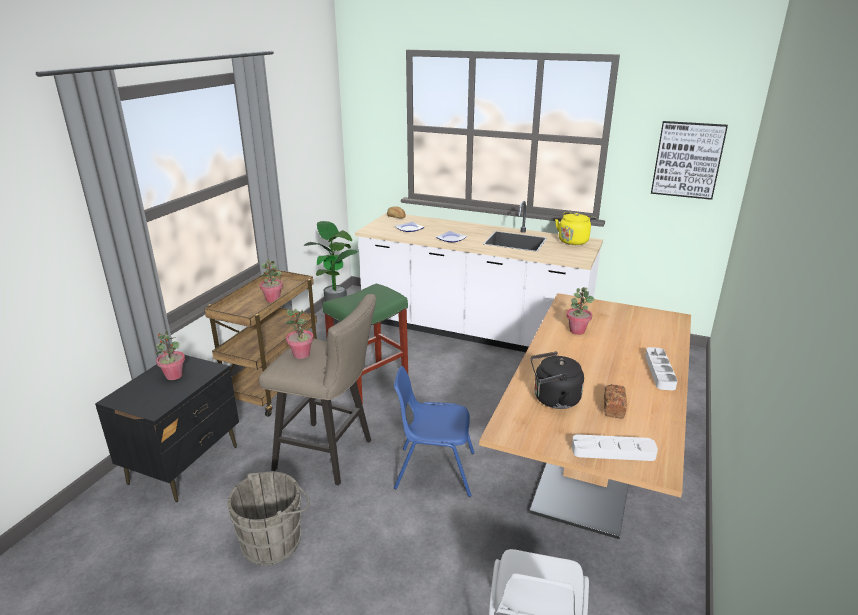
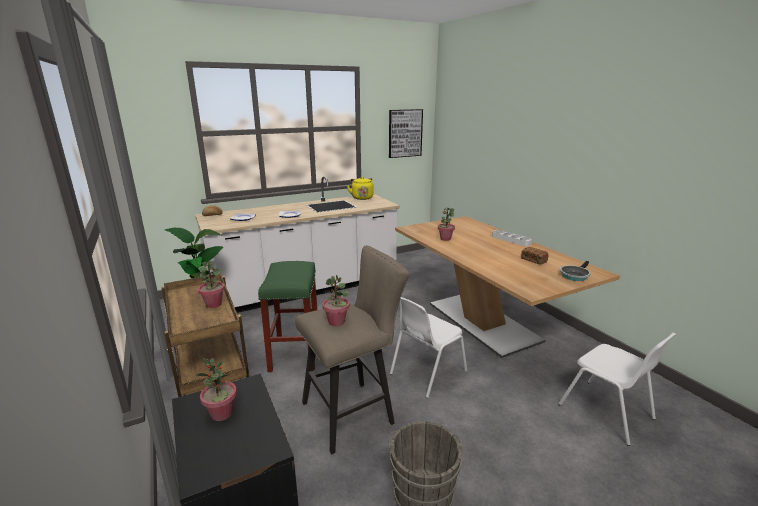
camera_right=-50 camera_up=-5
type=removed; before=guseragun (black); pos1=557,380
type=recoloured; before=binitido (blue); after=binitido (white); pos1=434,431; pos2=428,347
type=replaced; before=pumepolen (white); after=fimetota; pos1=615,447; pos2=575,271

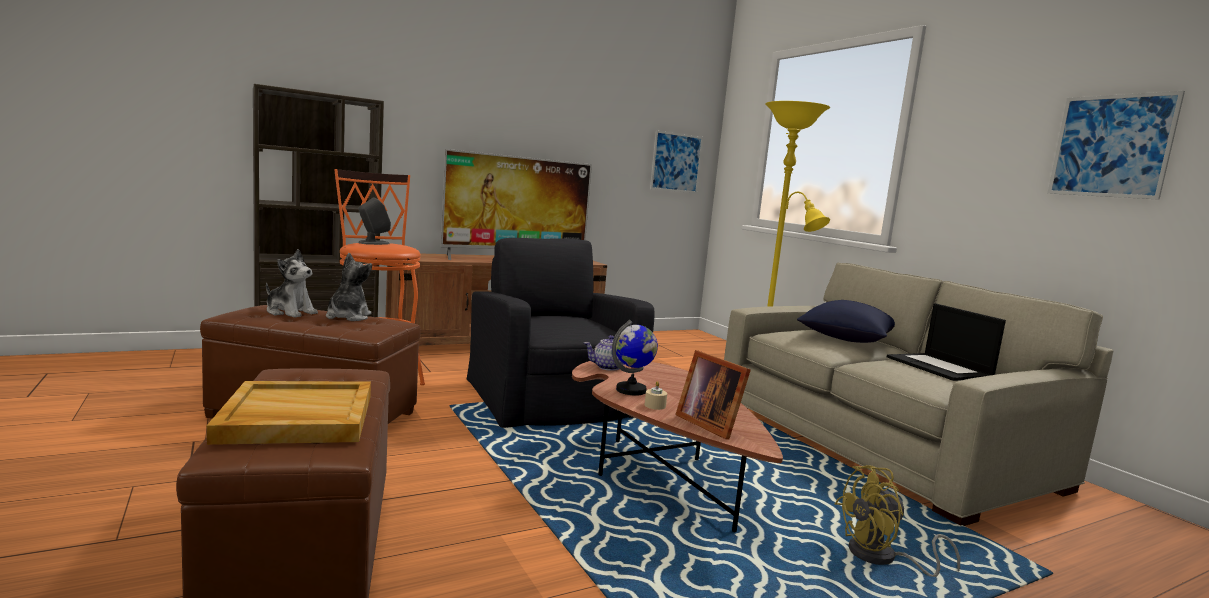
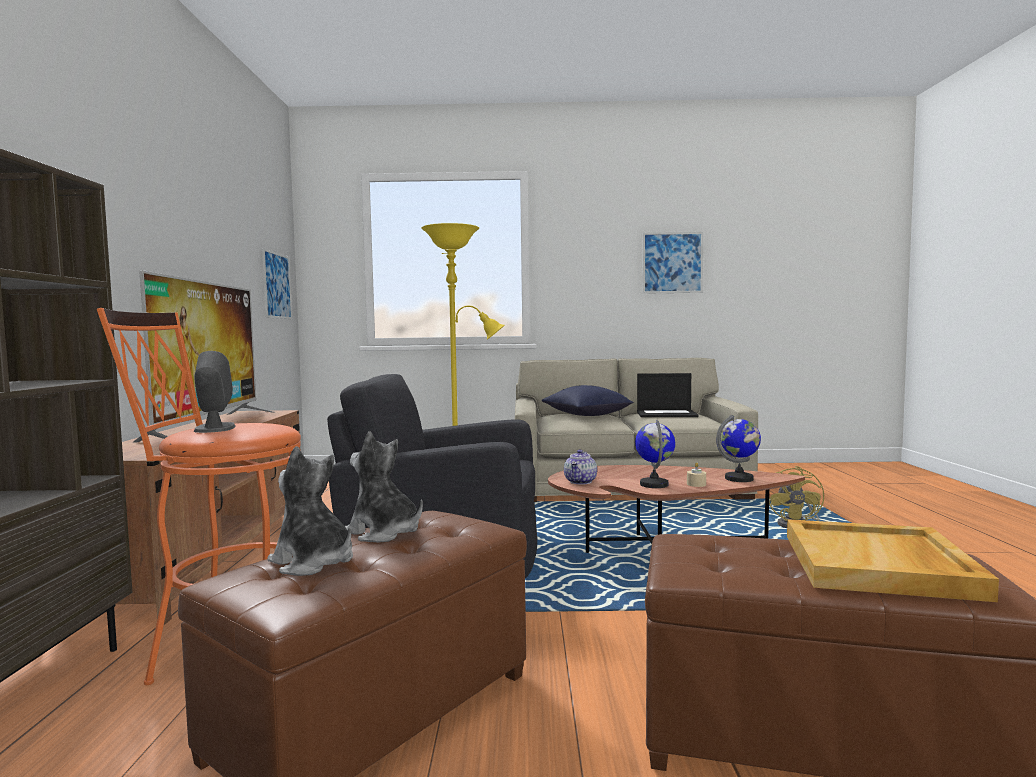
camera_right=-60 camera_up=-5
type=turned; before=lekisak; pos1=292,283; pos2=310,511; turn=-105
type=replaced; before=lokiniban; after=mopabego; pos1=713,395; pos2=738,448

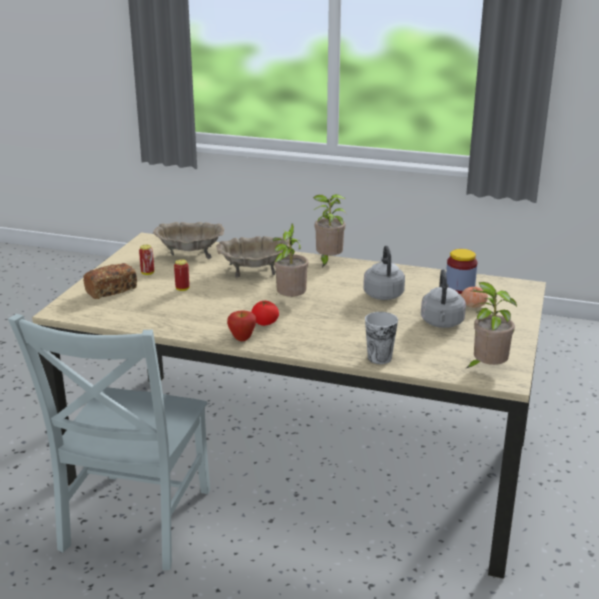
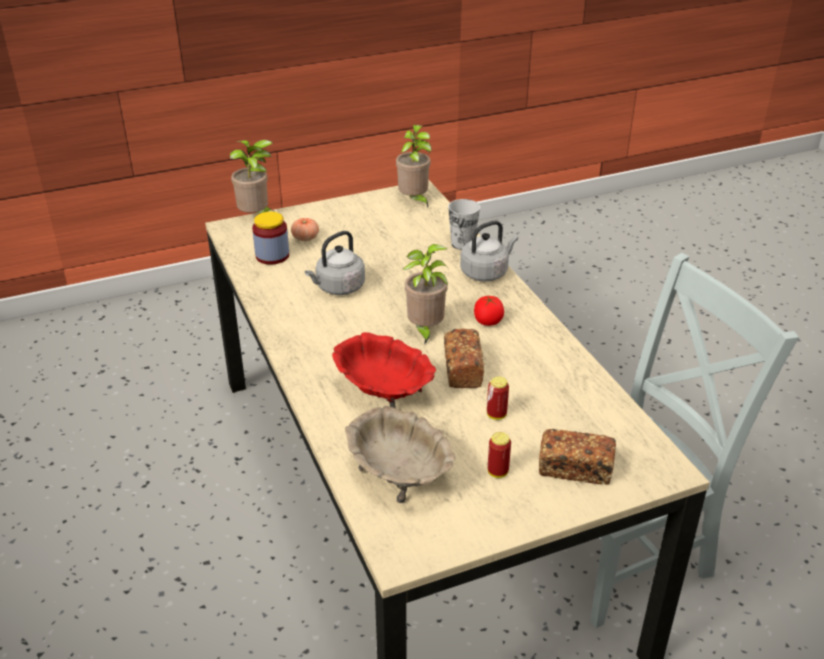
camera_right=-130 camera_up=10
type=moved; before=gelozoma; pos1=330,230; pos2=251,177
type=recoloured; before=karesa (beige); after=karesa (red); pos1=253,257; pos2=384,370
type=moved; before=guseragun (grey); pos1=443,298; pos2=489,251
type=removed; before=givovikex; pos1=241,325
type=added; after=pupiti; pos2=464,358

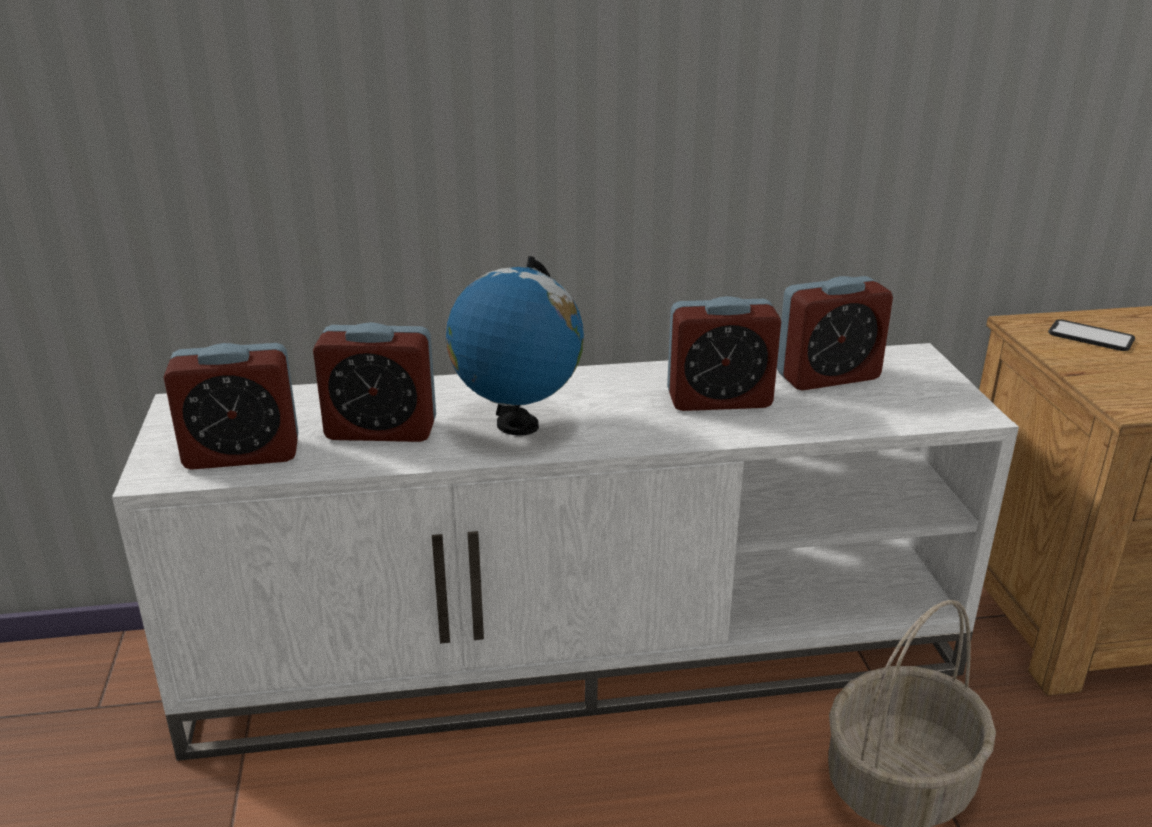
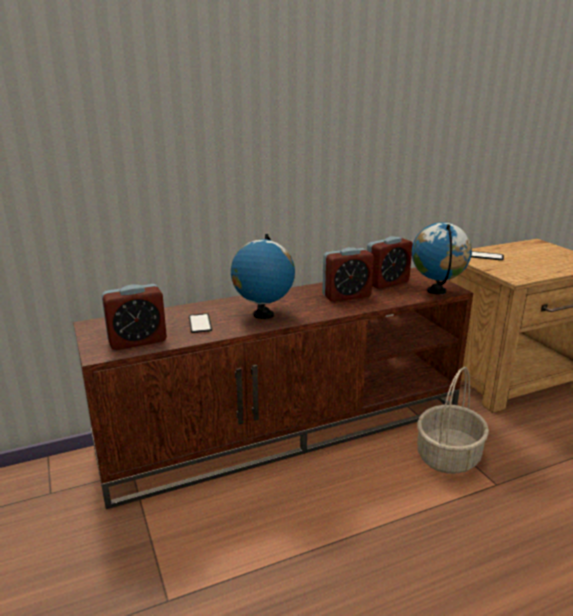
camera_right=-15 camera_up=-5
type=replaced; before=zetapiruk; after=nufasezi; pos1=374,382; pos2=200,323
type=recoloured; before=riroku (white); after=riroku (brown); pos1=565,552; pos2=273,388
type=added; after=mopabego; pos2=442,258

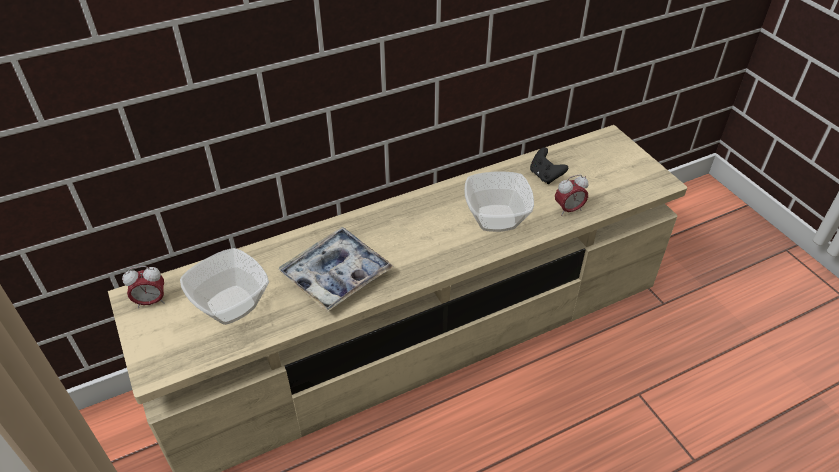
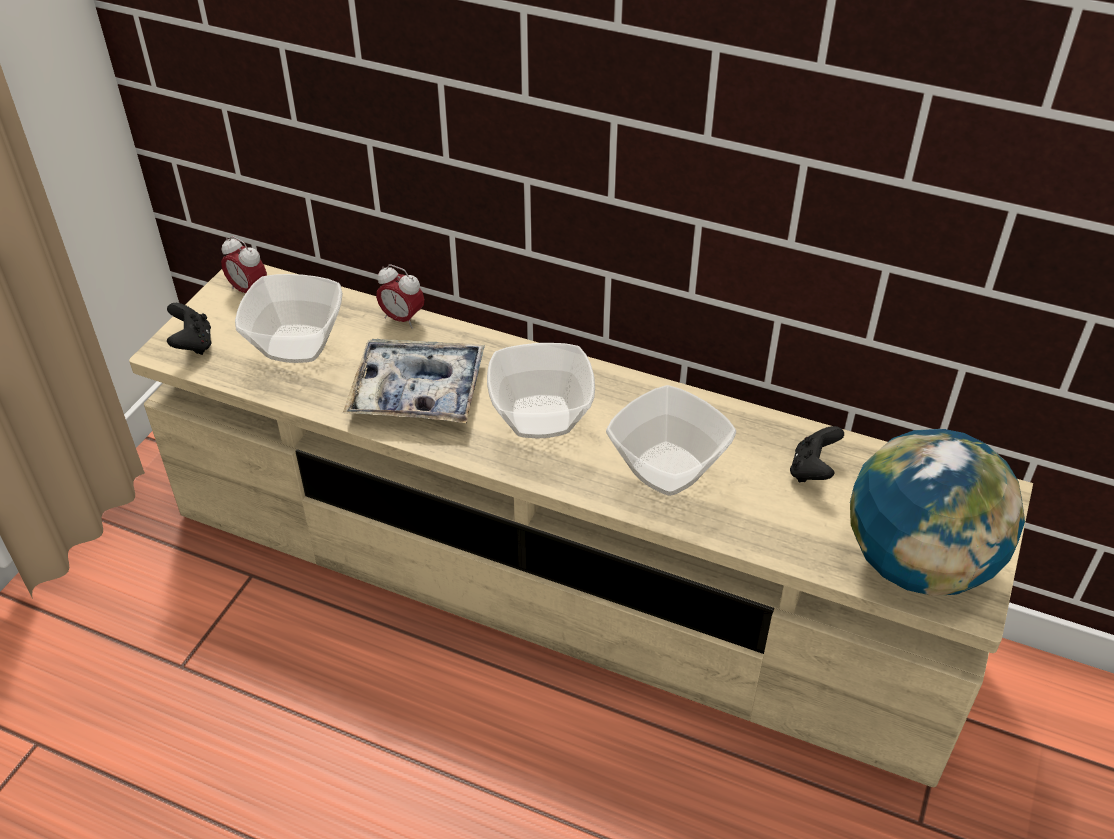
camera_right=50 camera_up=0
type=moved; before=zetapiruk; pos1=571,195; pos2=400,296
type=added; after=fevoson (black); pos2=189,329
type=added; after=karesa; pos2=541,390
type=added; after=mopabego; pos2=937,512

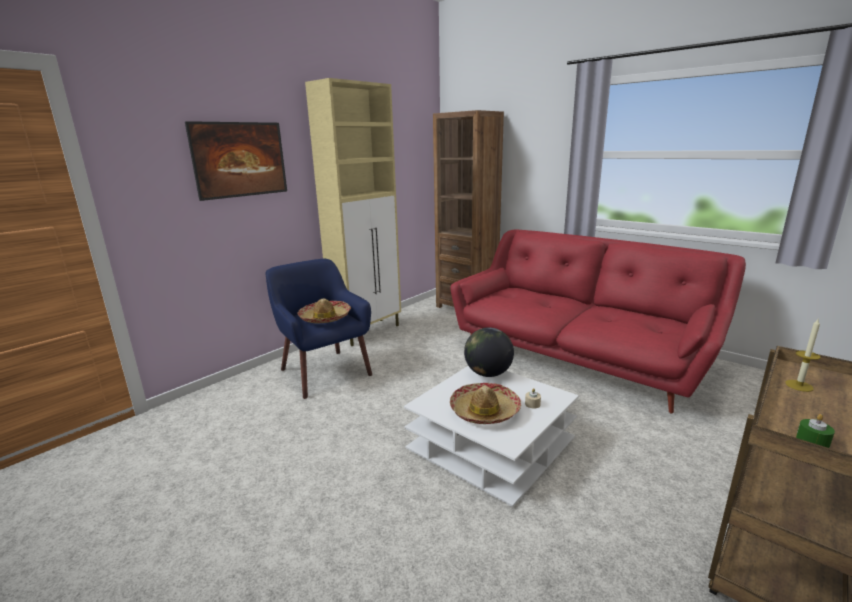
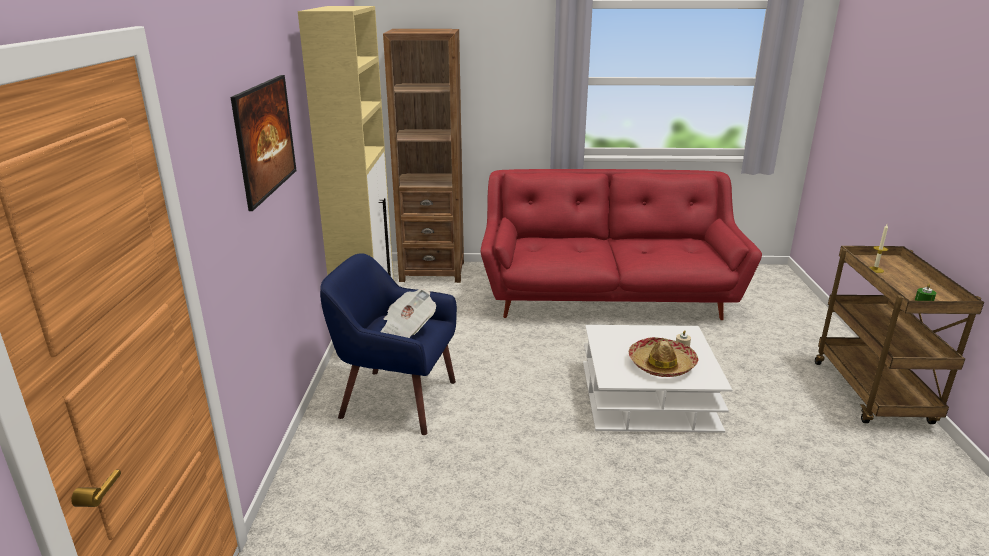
camera_right=-40 camera_up=5
type=replaced; before=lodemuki; after=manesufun; pos1=324,310; pos2=408,313
type=removed; before=mopabego; pos1=489,352

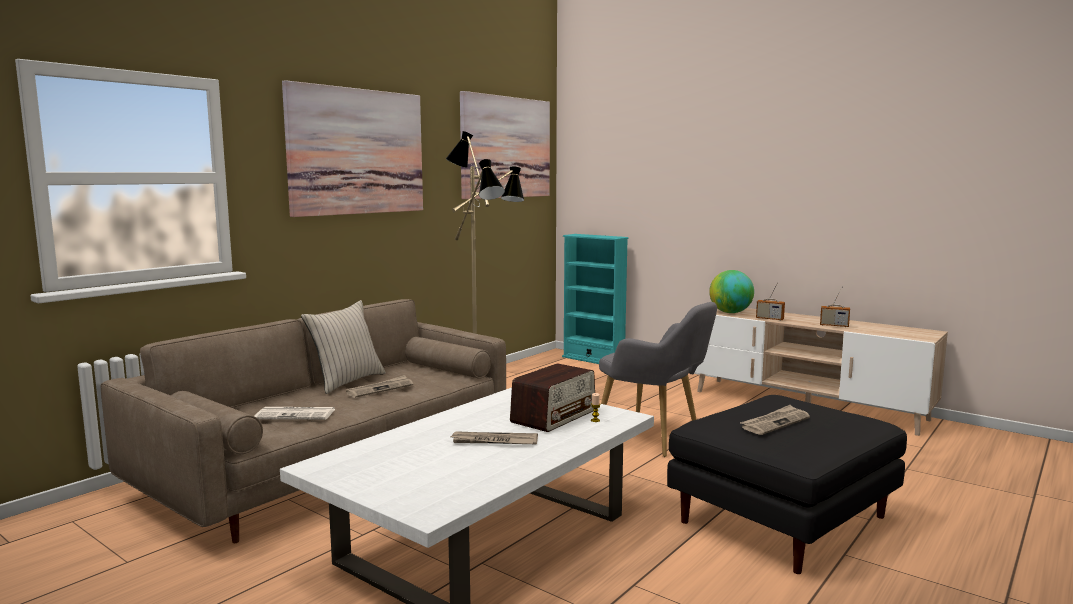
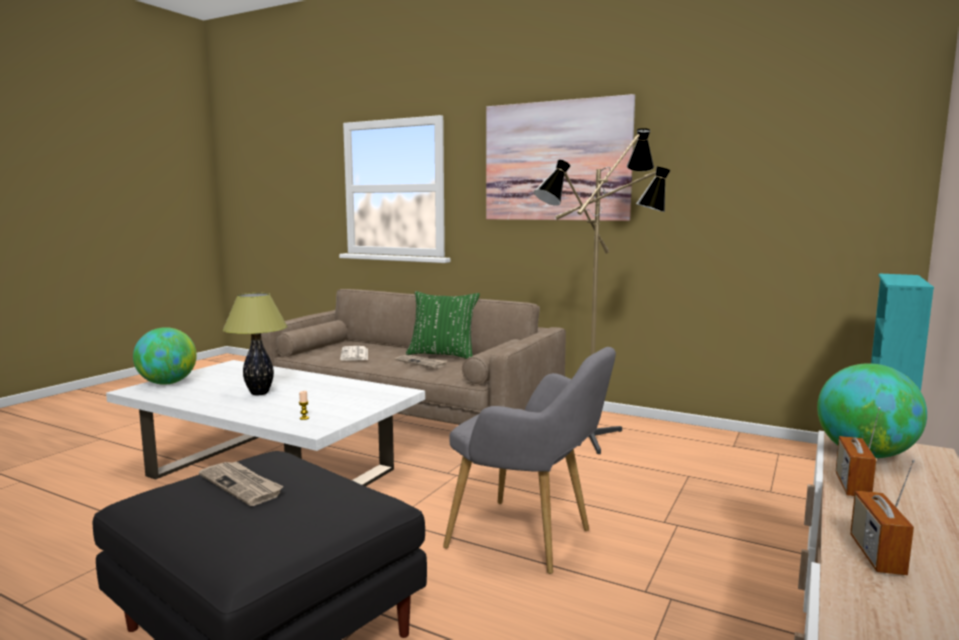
camera_right=80 camera_up=0
type=removed; before=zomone; pos1=505,145
type=recoloured; before=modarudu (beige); after=modarudu (green); pos1=343,347; pos2=443,325
type=turned; before=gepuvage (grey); pos1=658,379; pos2=529,460; turn=-90
type=removed; before=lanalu; pos1=552,397
type=replaced; before=manesufun; after=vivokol; pos1=493,437; pos2=255,344
type=added; after=mopabego; pos2=165,356

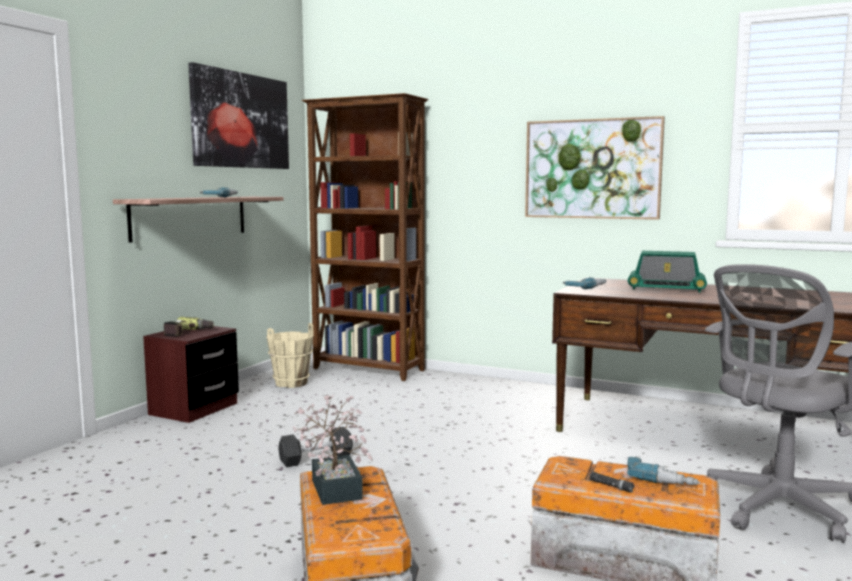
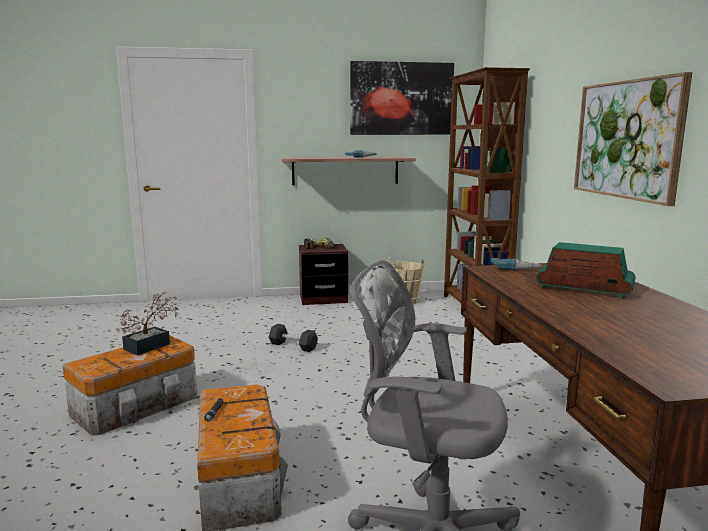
camera_right=55 camera_up=5
type=turned; before=lanalu; pos1=667,271; pos2=585,270; turn=135
type=removed; before=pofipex; pos1=663,471

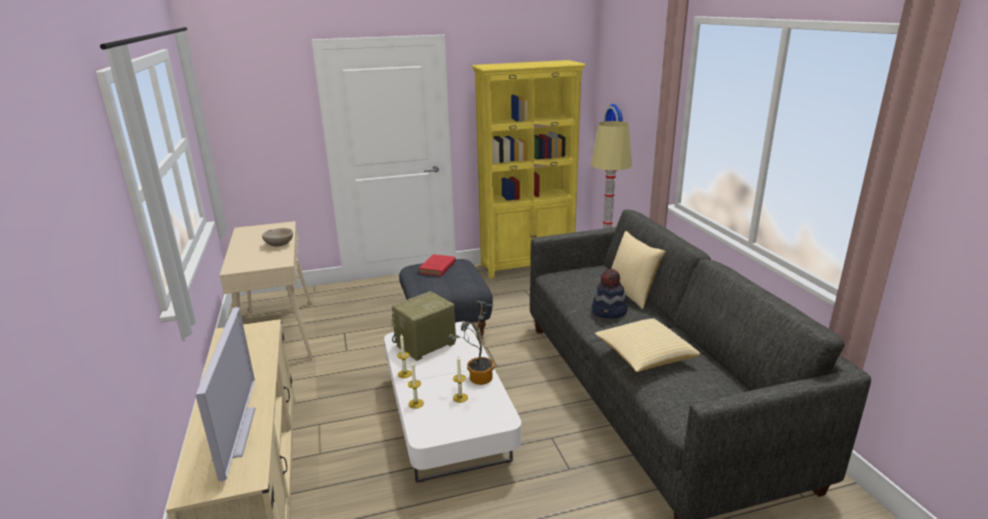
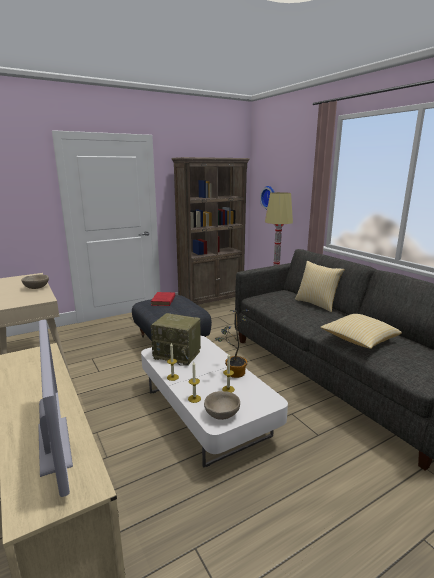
camera_right=-15 camera_up=-5
type=recoloured; before=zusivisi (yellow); after=zusivisi (brown); pos1=529,169; pos2=211,231
type=removed; before=lodemuki; pos1=610,294
type=turned; before=lanalu; pos1=424,326; pos2=176,339; turn=-105
type=added; after=karesa (beige); pos2=222,405

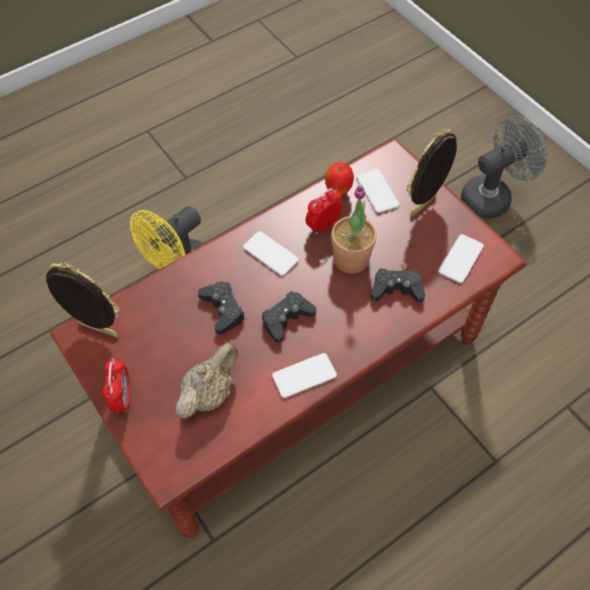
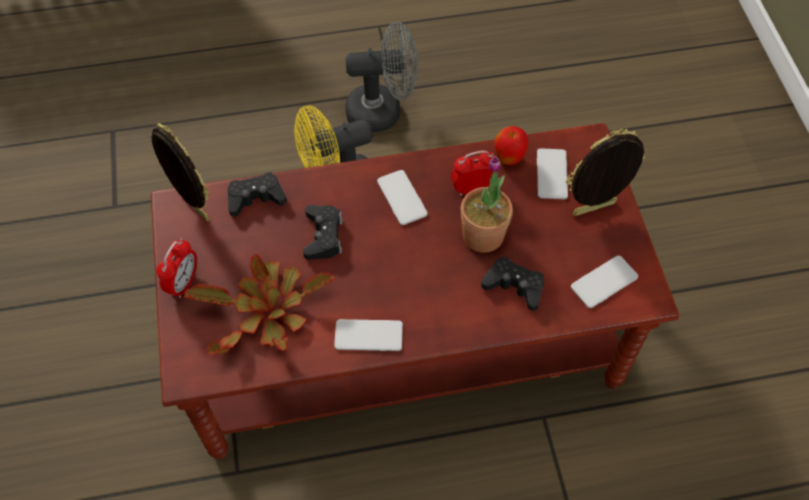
camera_right=25 camera_up=0
type=moved; before=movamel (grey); pos1=504,167; pos2=381,77
type=moved; before=fevoson (black); pos1=289,317; pos2=257,194
type=replaced; before=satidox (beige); after=gelozoma; pos1=206,381; pos2=259,304

